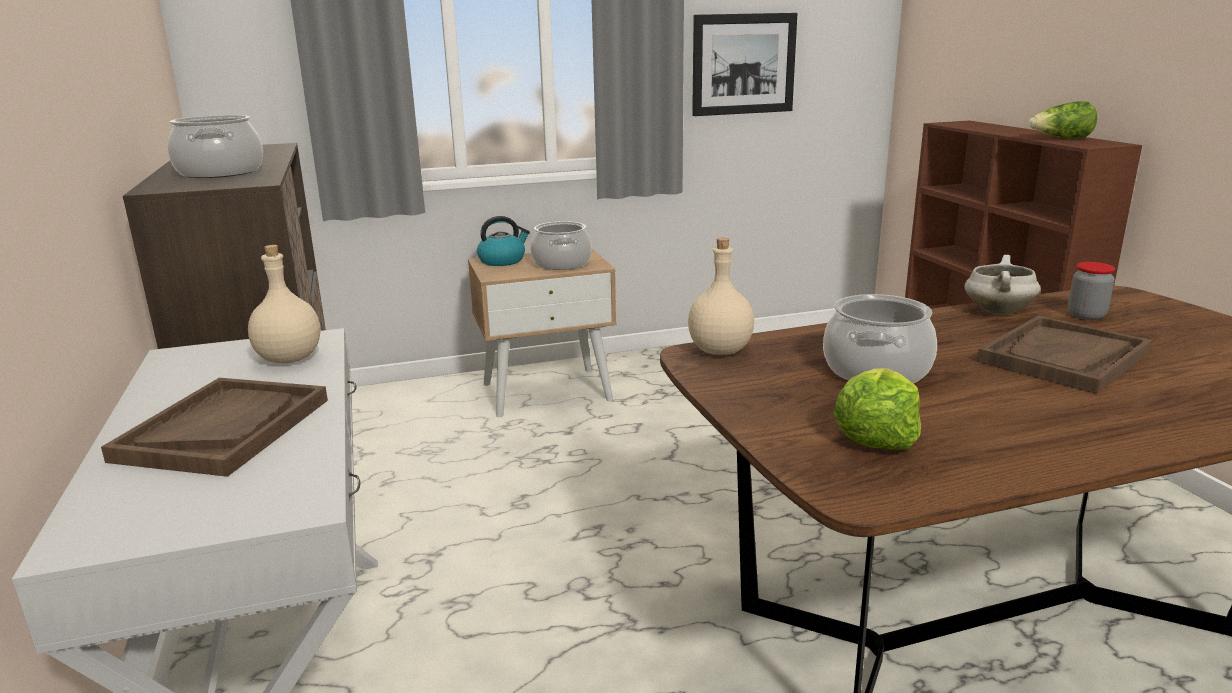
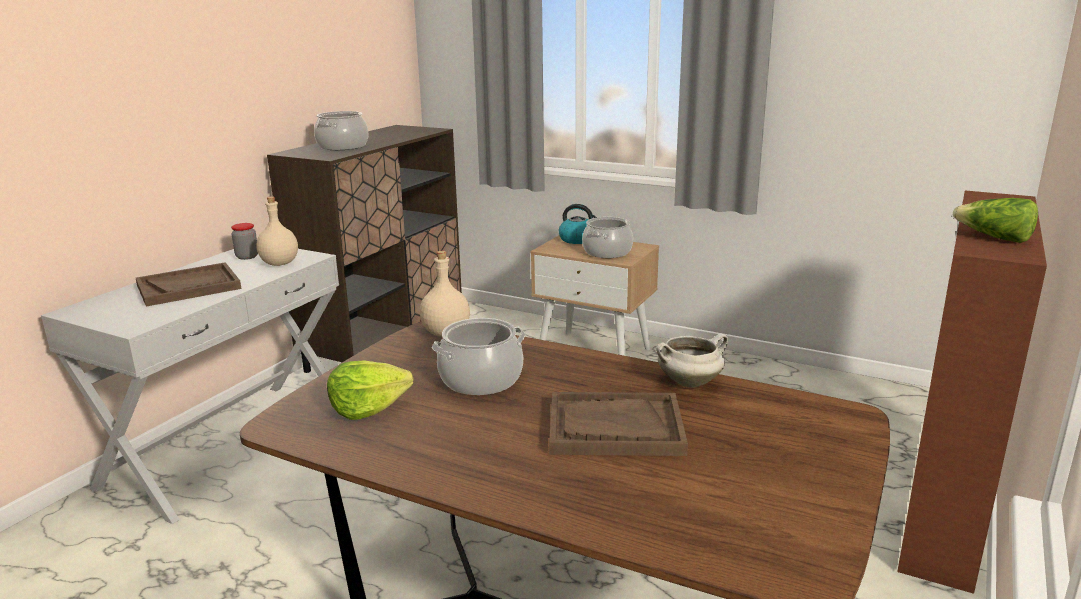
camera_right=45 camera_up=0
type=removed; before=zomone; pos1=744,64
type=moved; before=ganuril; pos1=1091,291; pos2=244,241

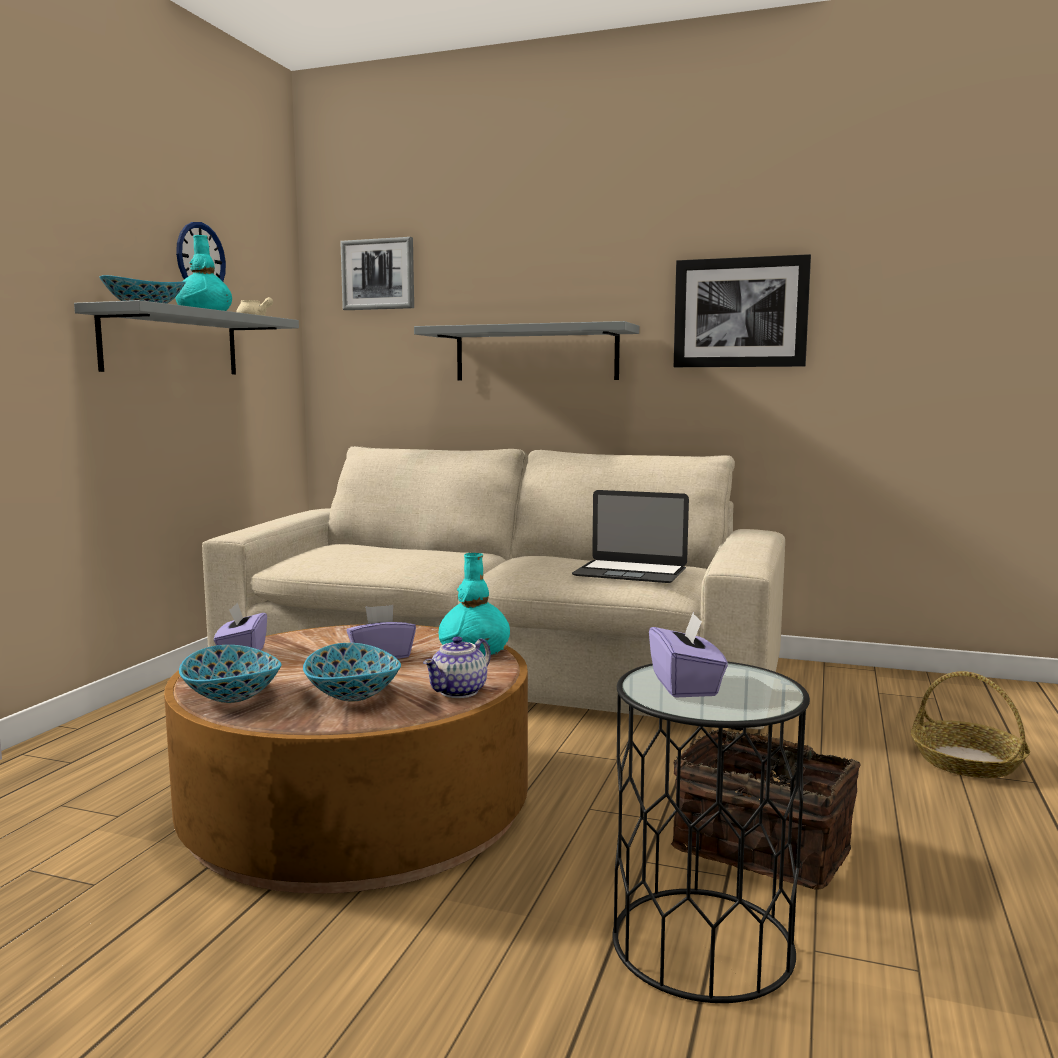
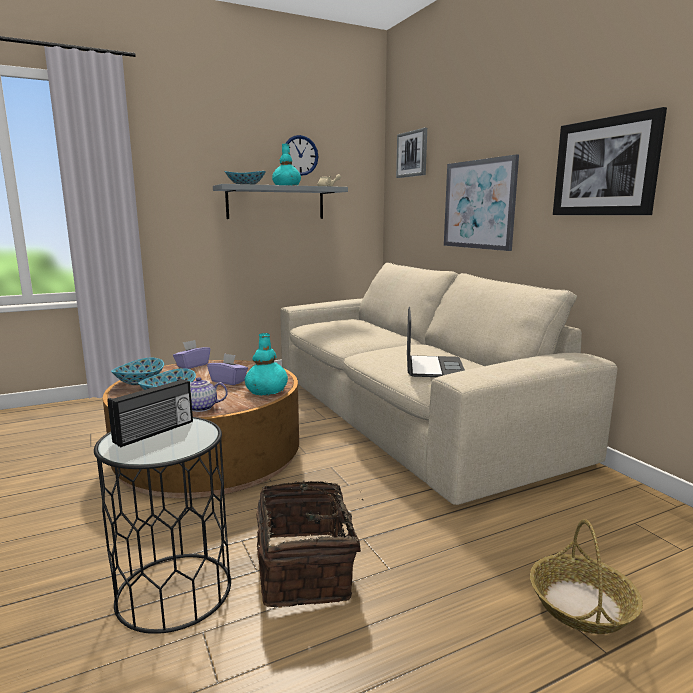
camera_right=45 camera_up=5
type=replaced; before=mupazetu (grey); after=zomone; pos1=526,350; pos2=481,202
type=turned; before=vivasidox; pos1=630,536; pos2=436,342; turn=-150
type=replaced; before=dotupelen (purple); after=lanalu; pos1=688,655; pos2=150,413

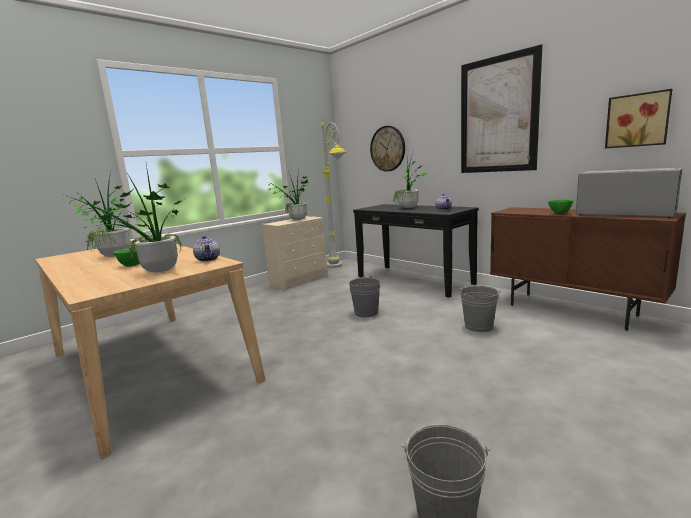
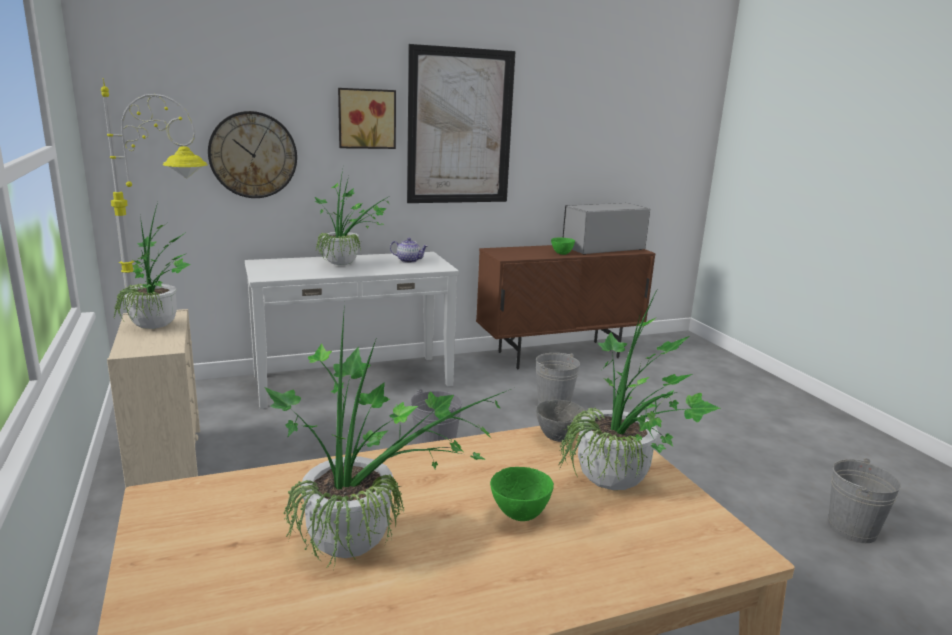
camera_right=-70 camera_up=5
type=moved; before=zomone; pos1=638,118; pos2=367,118
type=recoloured; before=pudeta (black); after=pudeta (white); pos1=416,251; pos2=352,330
type=replaced; before=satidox; after=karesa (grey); pos1=206,248; pos2=561,420

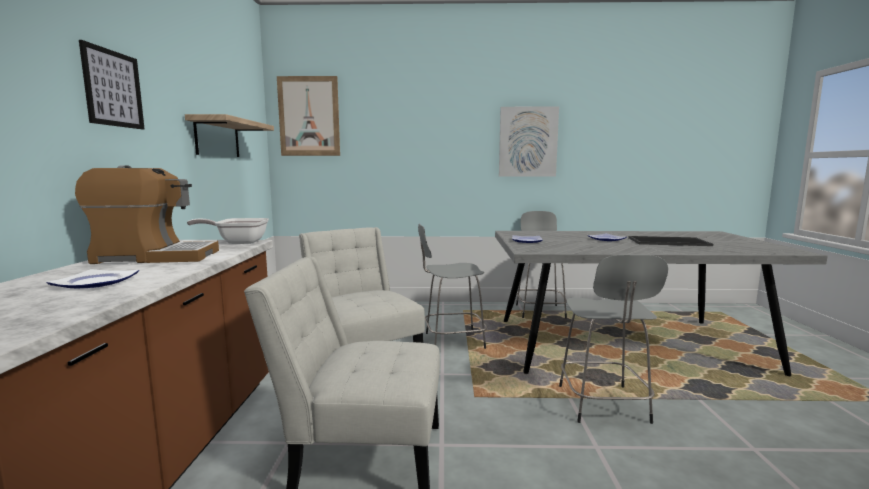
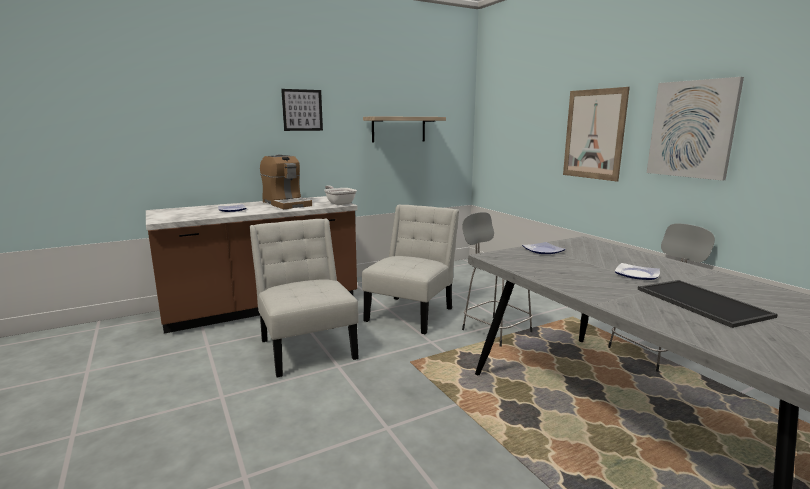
camera_right=60 camera_up=5
type=moved; before=zomone; pos1=308,116; pos2=596,134
type=removed; before=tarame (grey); pos1=613,339

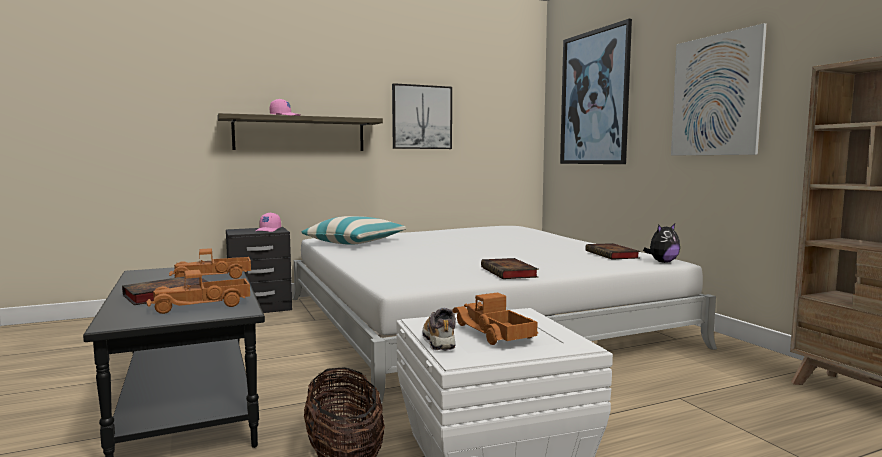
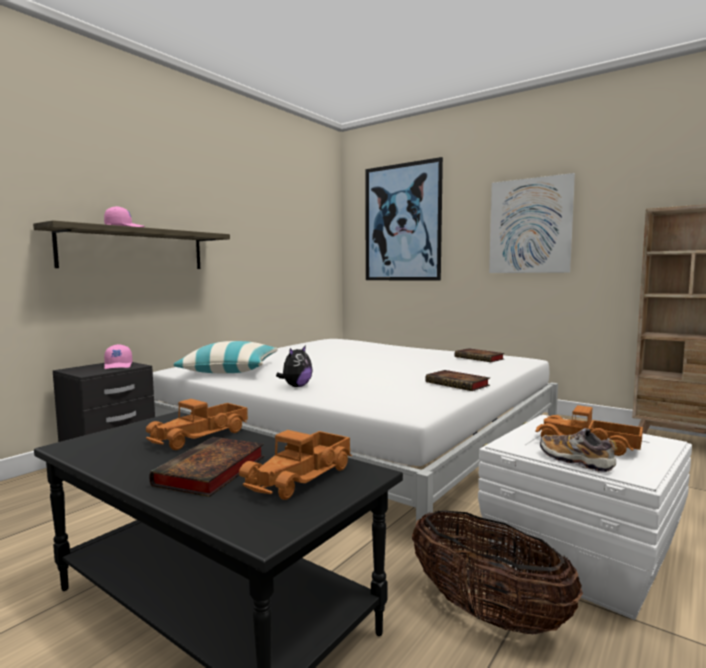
camera_right=-30 camera_up=0
type=removed; before=zomone; pos1=422,116
type=moved; before=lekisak; pos1=661,243; pos2=294,366

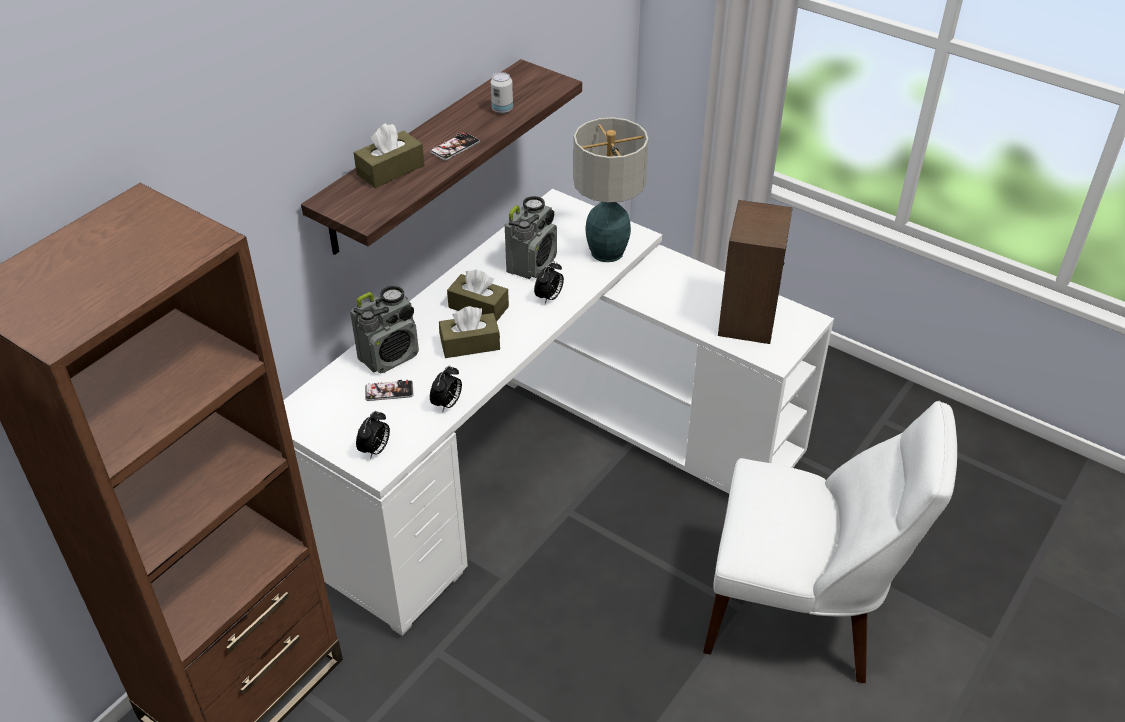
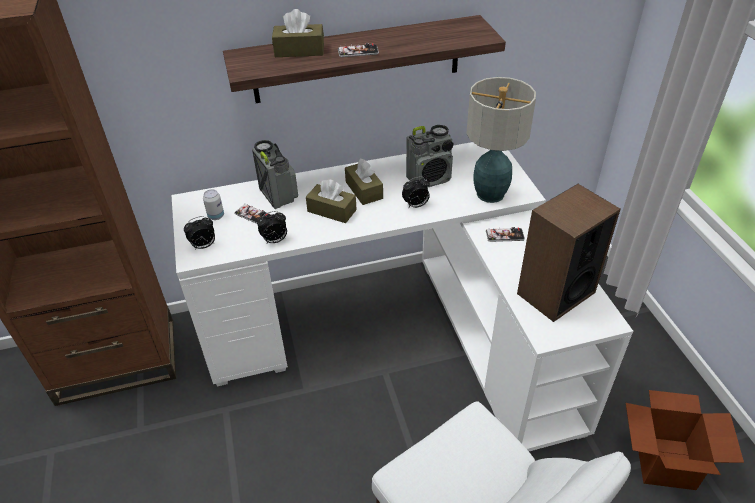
camera_right=40 camera_up=0
type=moved; before=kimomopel; pos1=502,93; pos2=213,204
type=turned; before=lanalu; pos1=384,330; pos2=275,174; turn=-120
type=added; after=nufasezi; pos2=505,234
type=added; after=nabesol; pos2=685,440

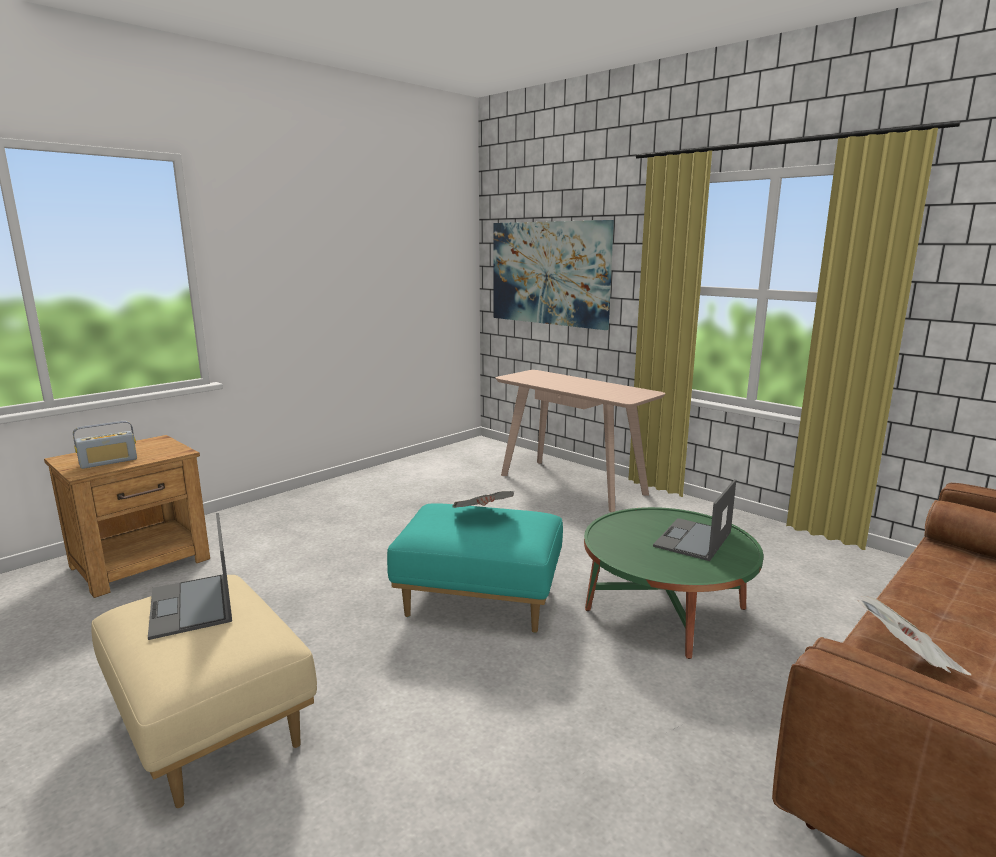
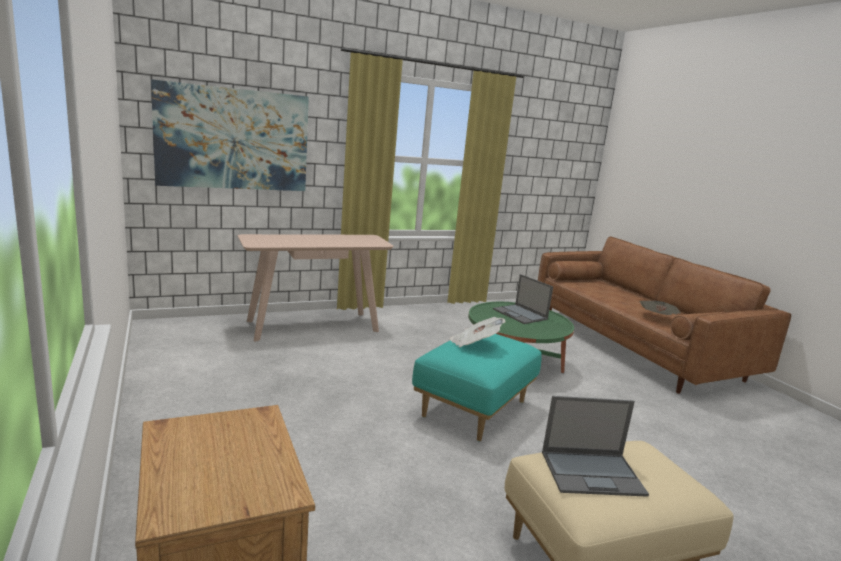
camera_right=-70 camera_up=0
type=removed; before=lanalu; pos1=105,445

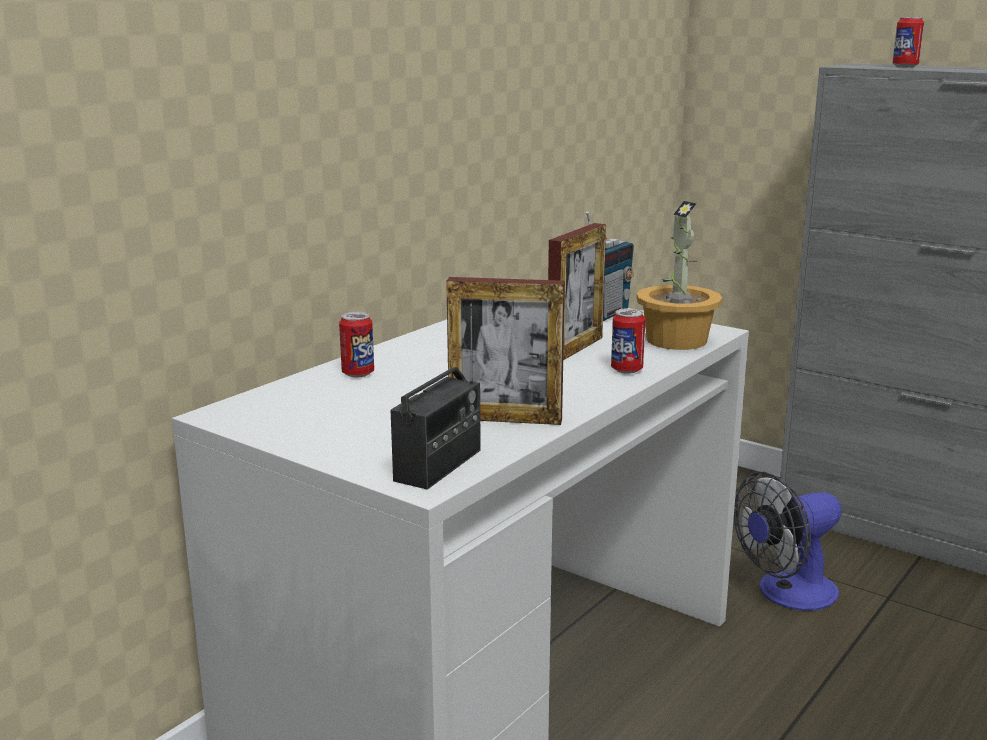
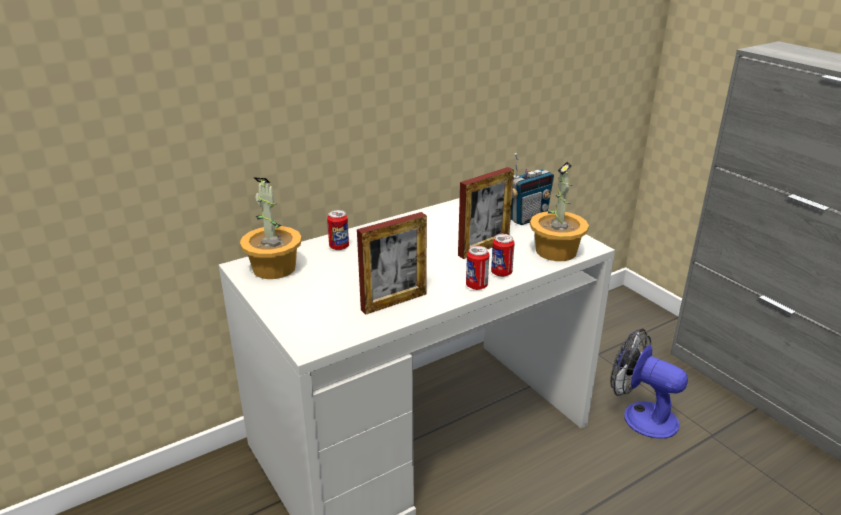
camera_right=20 camera_up=10
type=moved; before=kimomopel; pos1=908,42; pos2=477,268
type=turned; before=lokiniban; pos1=505,351; pos2=392,263; turn=-60
type=removed; before=lanalu; pos1=436,396
type=turned; before=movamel; pos1=788,541; pos2=649,384; turn=45
type=added; after=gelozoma; pos2=271,228

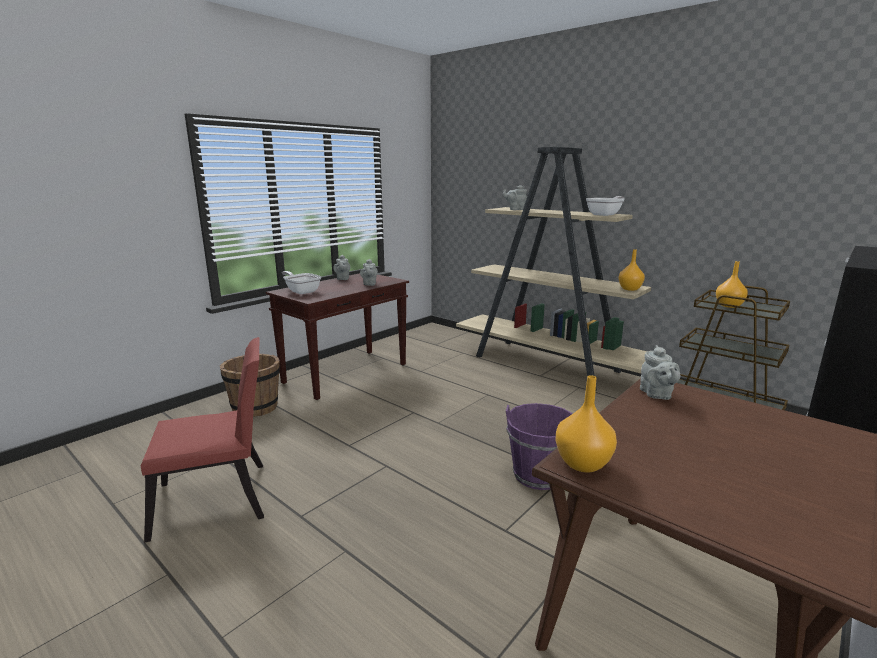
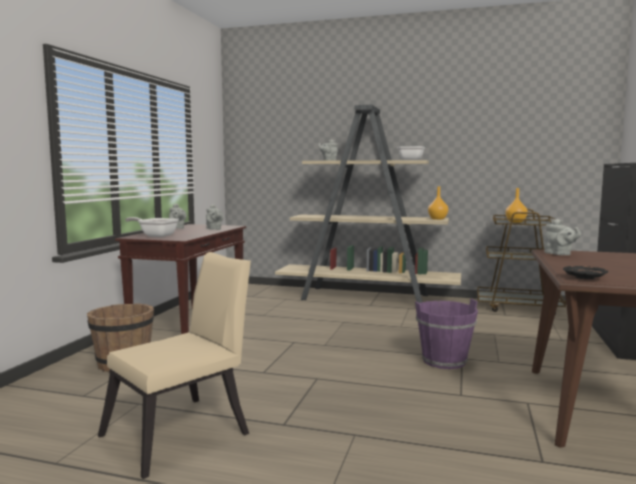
camera_right=-25 camera_up=-10
type=recoloured; before=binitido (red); after=binitido (beige); pos1=202,440; pos2=174,365
type=replaced; before=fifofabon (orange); after=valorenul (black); pos1=586,423; pos2=585,272

